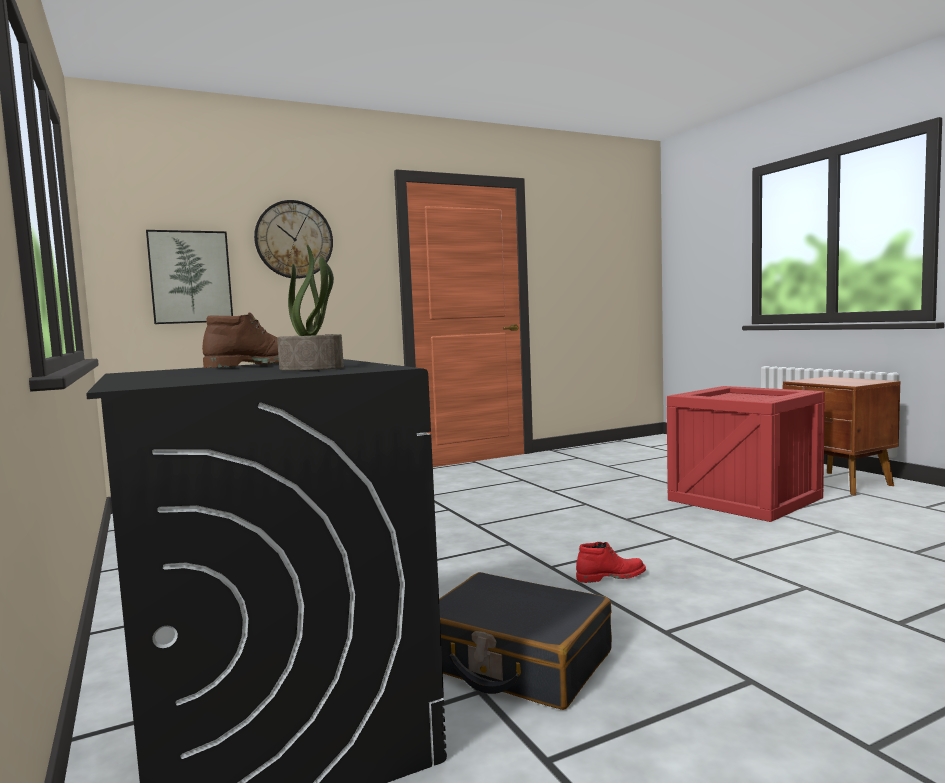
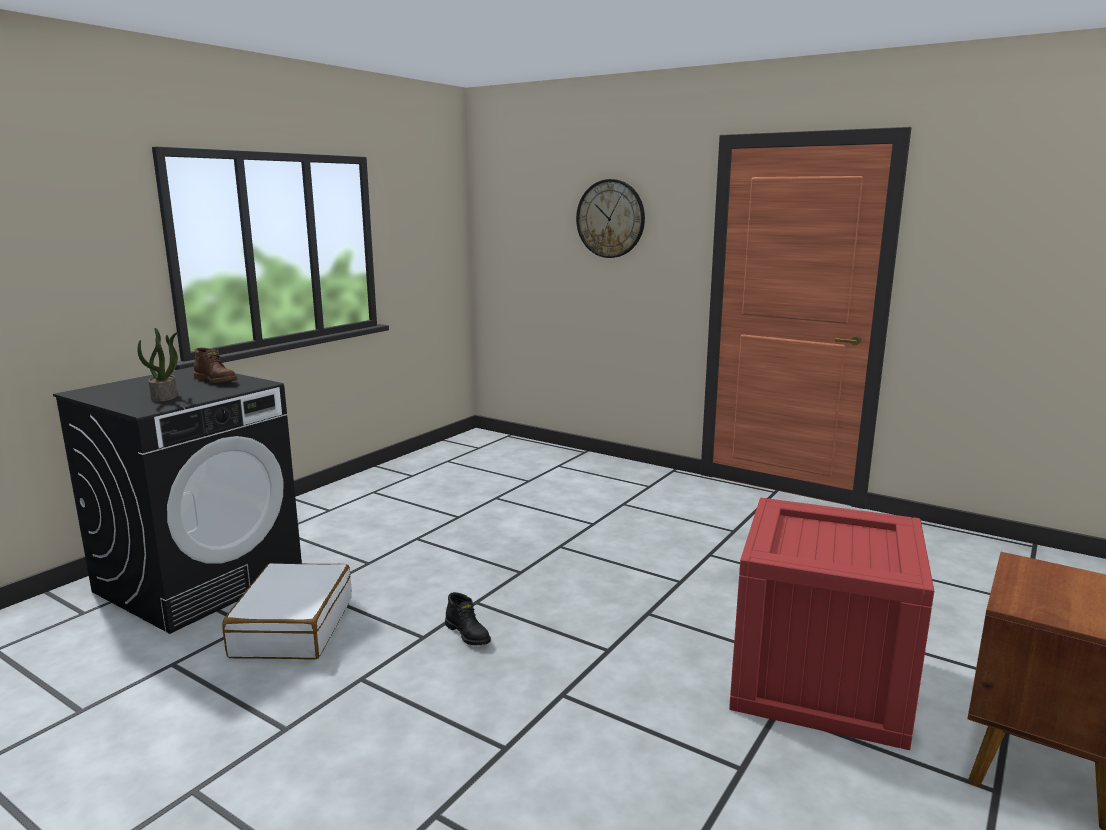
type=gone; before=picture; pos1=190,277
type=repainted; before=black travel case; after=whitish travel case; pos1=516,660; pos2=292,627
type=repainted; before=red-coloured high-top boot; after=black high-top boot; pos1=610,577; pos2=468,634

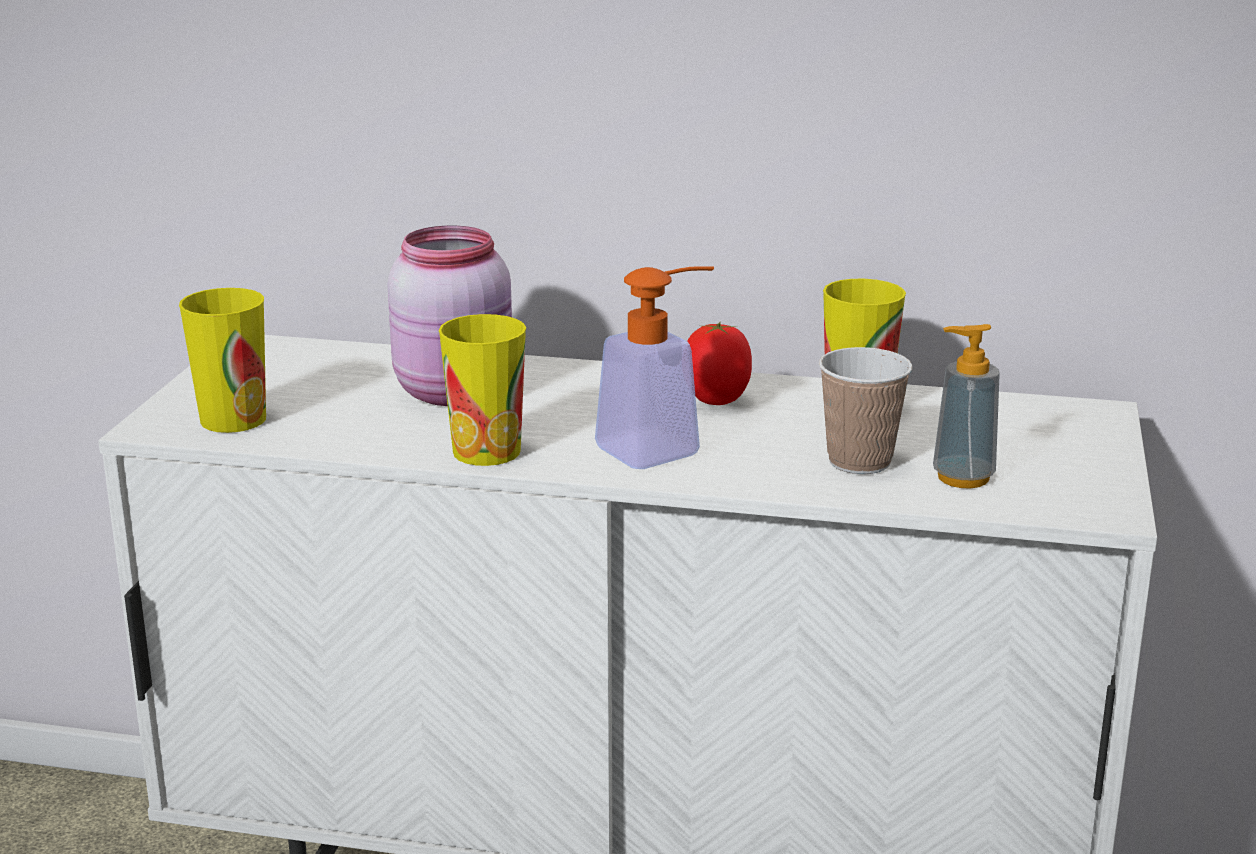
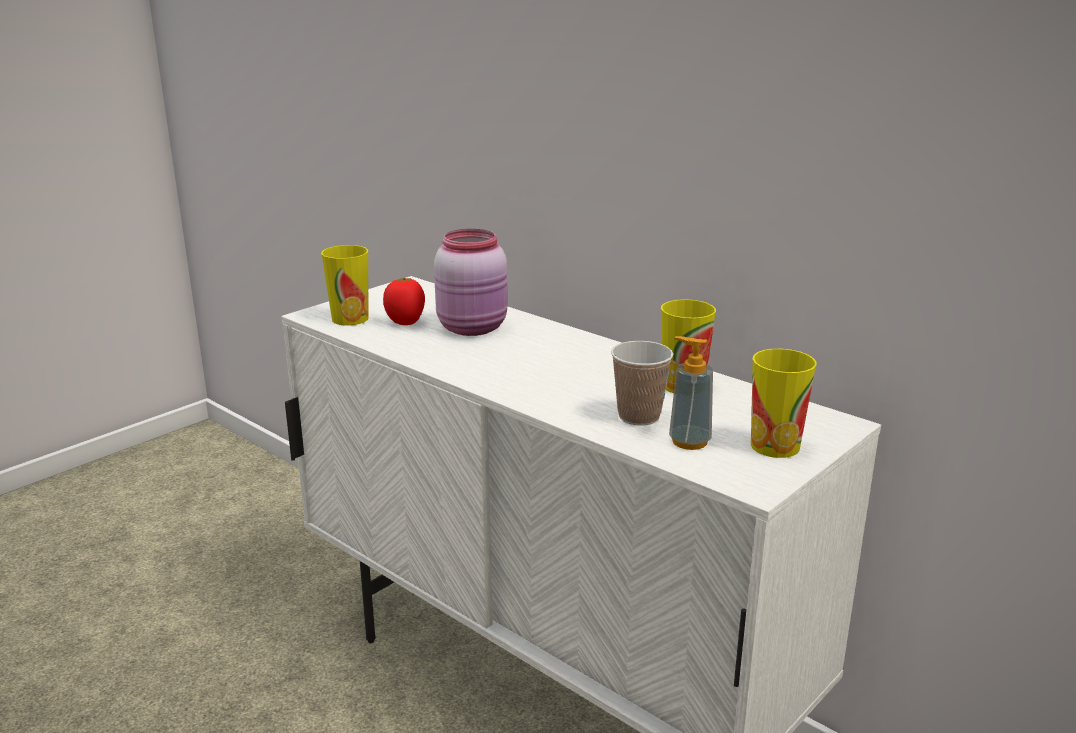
type=gone; before=soap dispenser; pos1=662,447
type=shifted; before=drinking cup; pos1=486,451; pos2=775,446
type=shifted; before=whole tomato; pos1=716,401; pos2=406,323

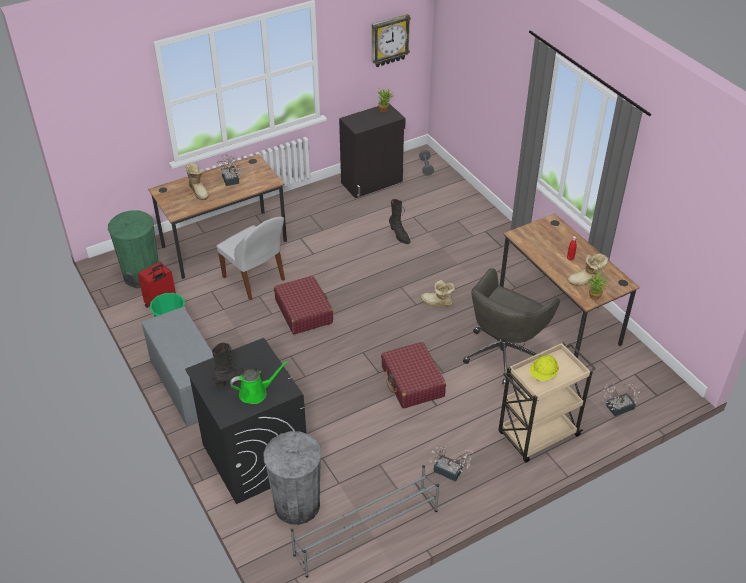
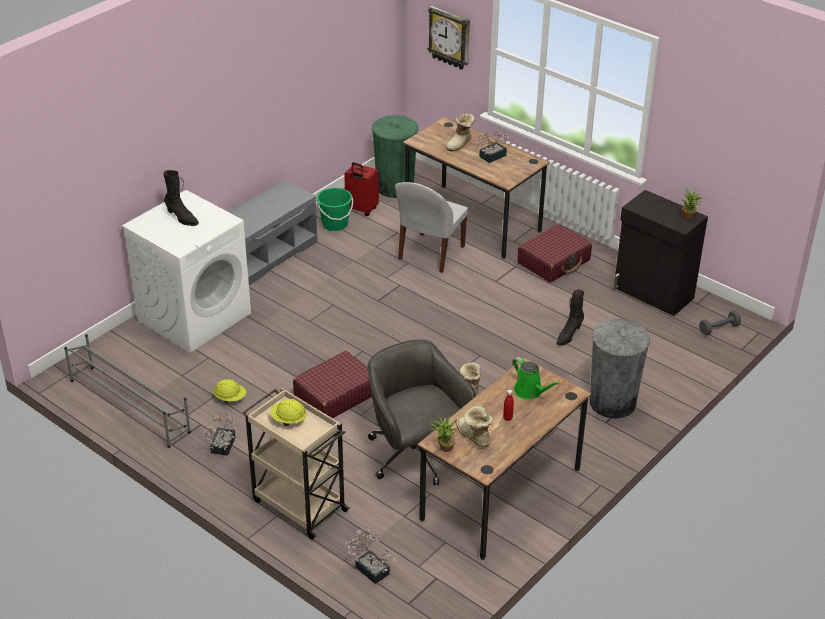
type=new; after=yellow-coloured work helmet; pos2=230,398
type=shifted; before=green-coloured watering can; pos1=256,393; pos2=530,391
type=shifted; before=greyish trash can; pos1=297,505; pos2=612,402
type=shifted; before=red-coloured travel case; pos1=304,311; pos2=554,261
type=shifted; before=wall clock; pos1=389,40; pos2=450,37
type=repainted; before=black laundry appliance; after=whitish laundry appliance; pos1=254,457; pos2=194,316
type=rotated; before=greyish office chair; pos1=503,352; pos2=415,456; turn=45

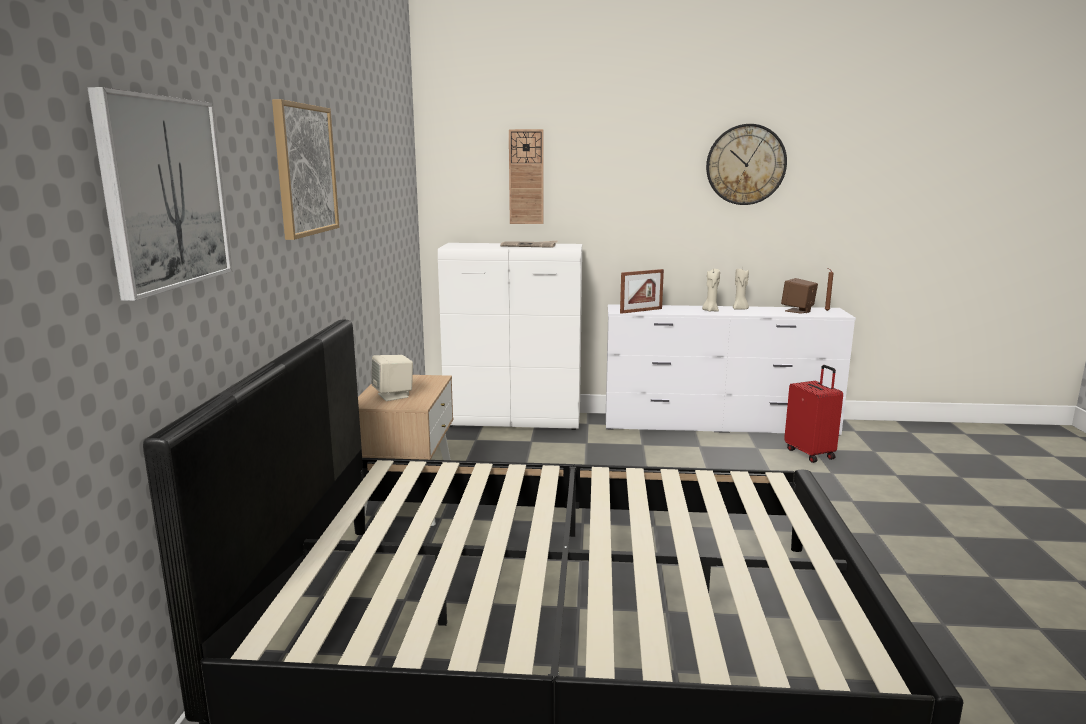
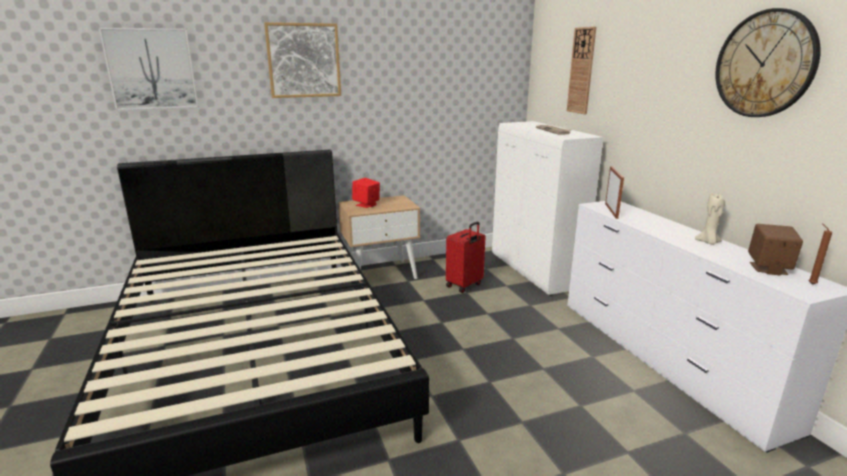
type=gone; before=sand-coloured wax light; pos1=710,310
type=shifted; before=red-coloured travel case; pos1=810,453; pos2=464,285
type=repainted; before=sand-coloured loudspeaker; after=red-coloured loudspeaker; pos1=393,395; pos2=366,205
type=rotated; before=standing frame; pos1=641,311; pos2=611,211; turn=-120

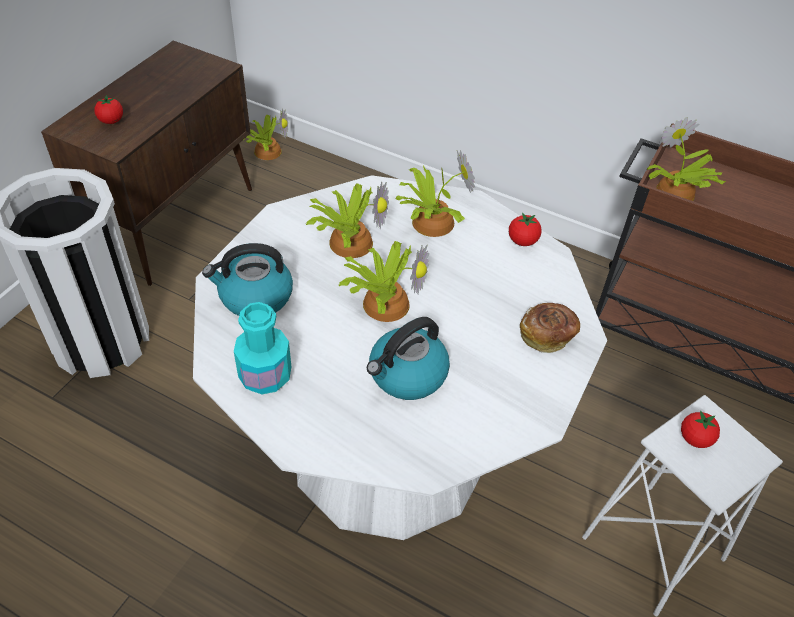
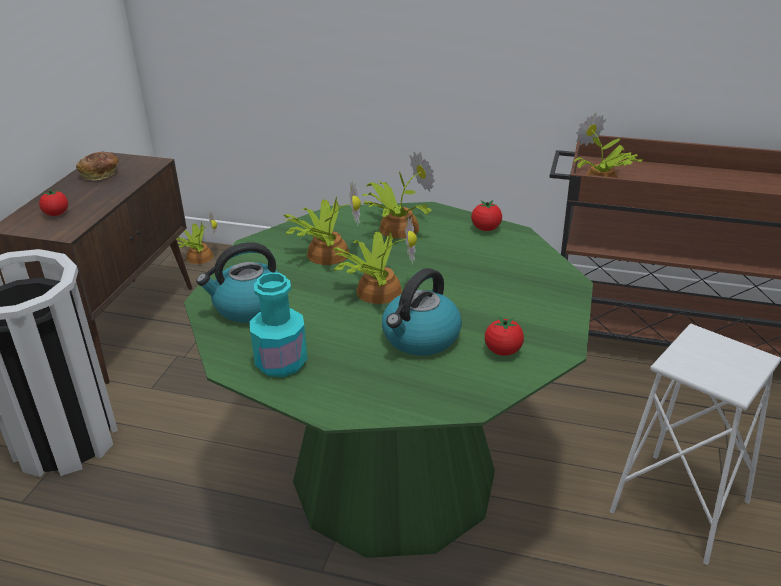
type=shifted; before=bread; pos1=547,335; pos2=101,174
type=shifted; before=whole tomato; pos1=695,438; pos2=503,351
type=repainted; before=whitish dinner table; after=green-coloured dinner table; pos1=389,449; pos2=394,476

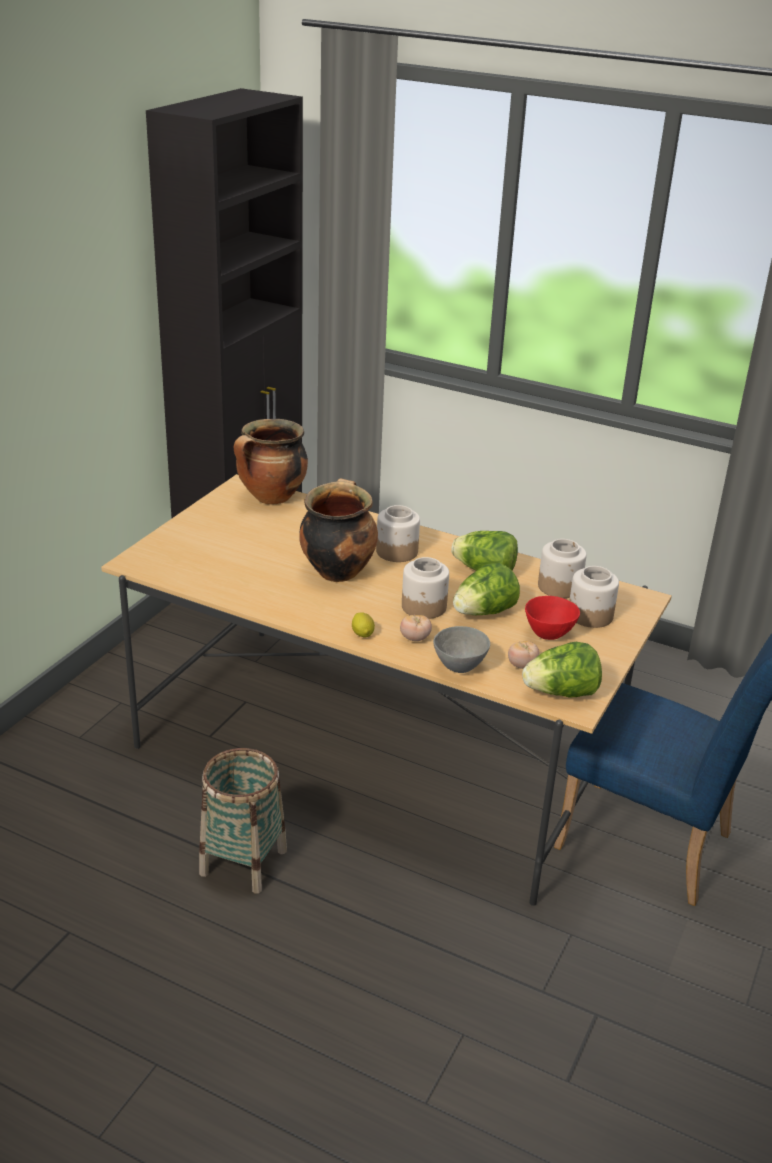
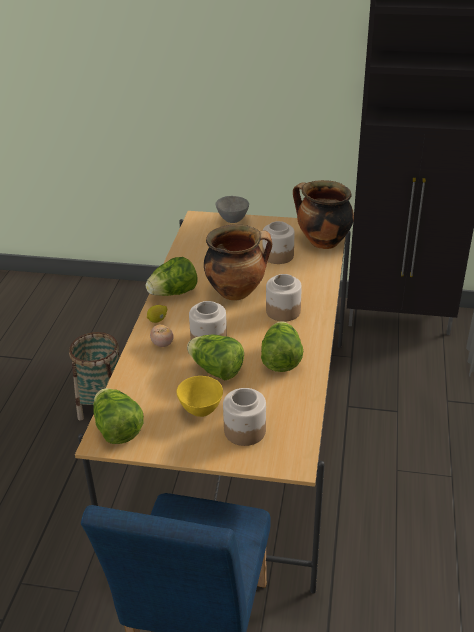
type=gone; before=whole tomato; pos1=522,665
type=new; after=lettuce; pos2=173,293
type=shifted; before=greyish deep dish; pos1=459,668; pos2=232,220
type=shifted; before=preserve jar; pos1=560,586; pos2=278,256
type=repainted; before=red-coloured deep dish; after=yellow-coloured deep dish; pos1=549,634; pos2=201,410

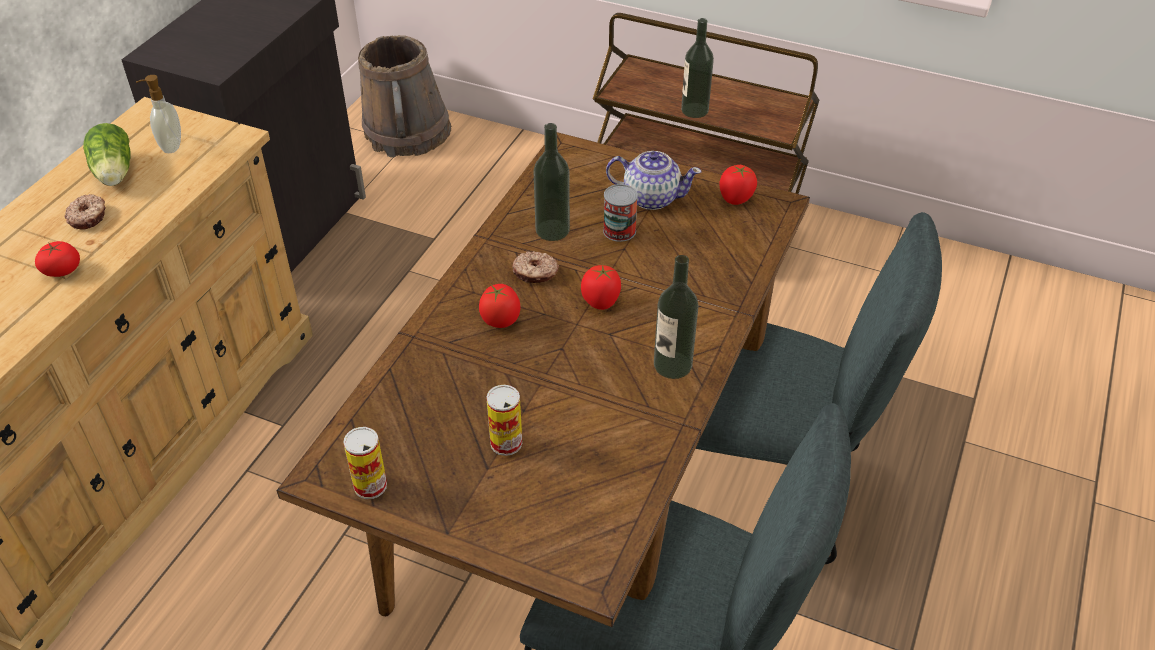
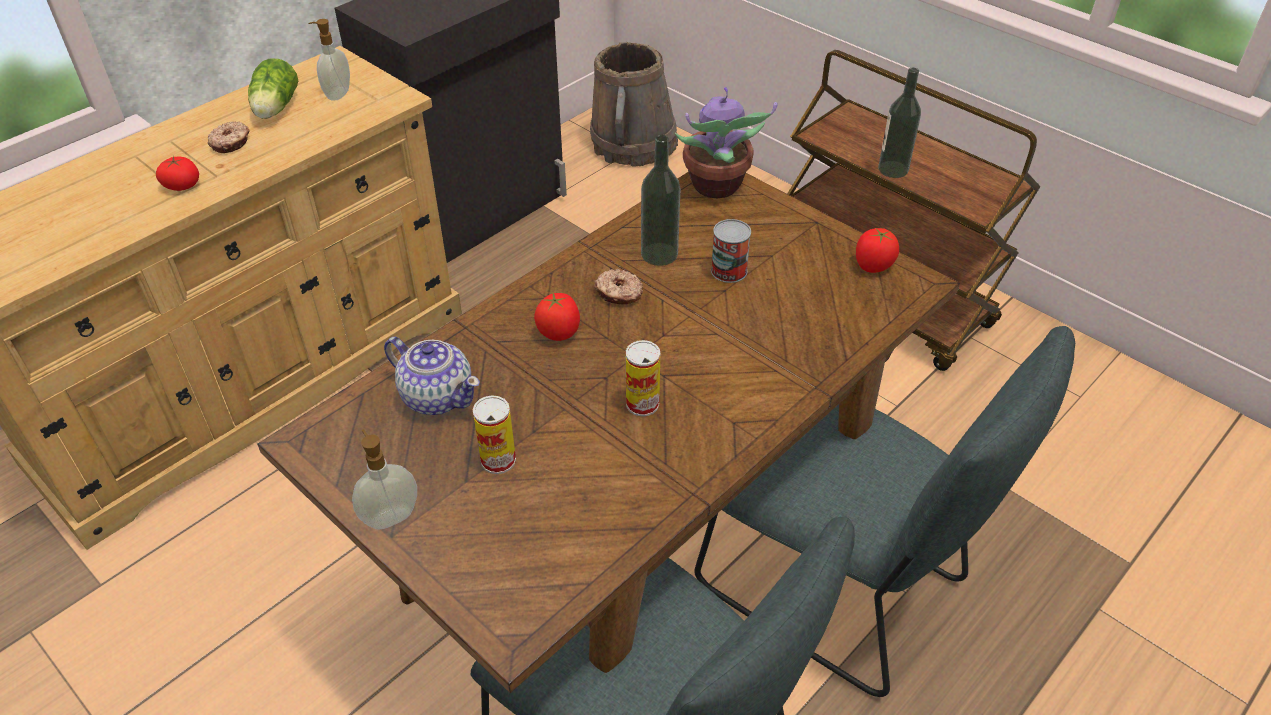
type=gone; before=whole tomato; pos1=601,301
type=gone; before=bottle; pos1=672,365
type=new; after=soap dispenser; pos2=390,516
type=new; after=houseplant; pos2=716,187
type=shifted; before=metal can; pos1=370,485; pos2=642,404
type=shifted; before=tea pot; pos1=651,197; pos2=437,396

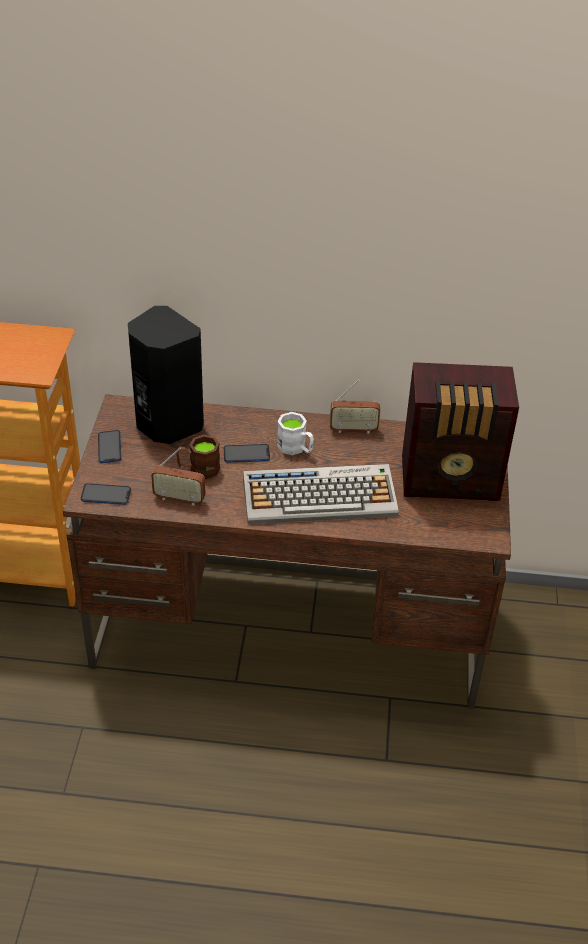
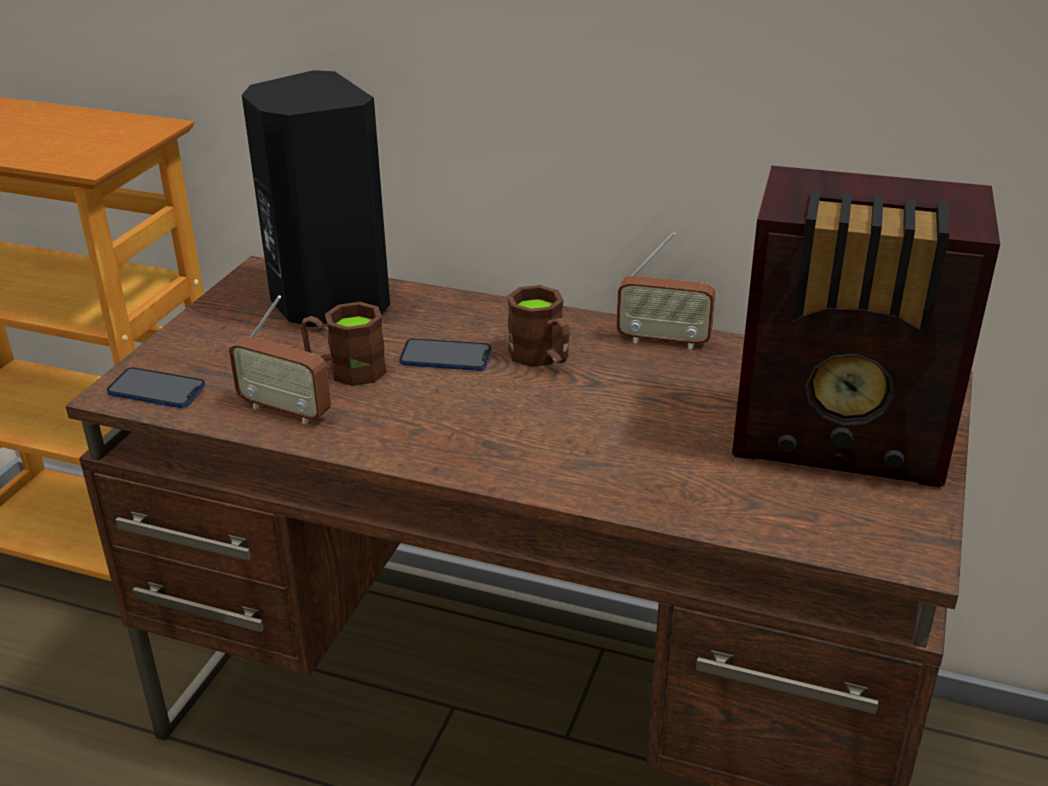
type=gone; before=handset; pos1=109,448
type=gone; before=keyboard; pos1=320,495
type=repainted; before=whitish mug; after=brownish mug; pos1=296,448; pos2=542,358

